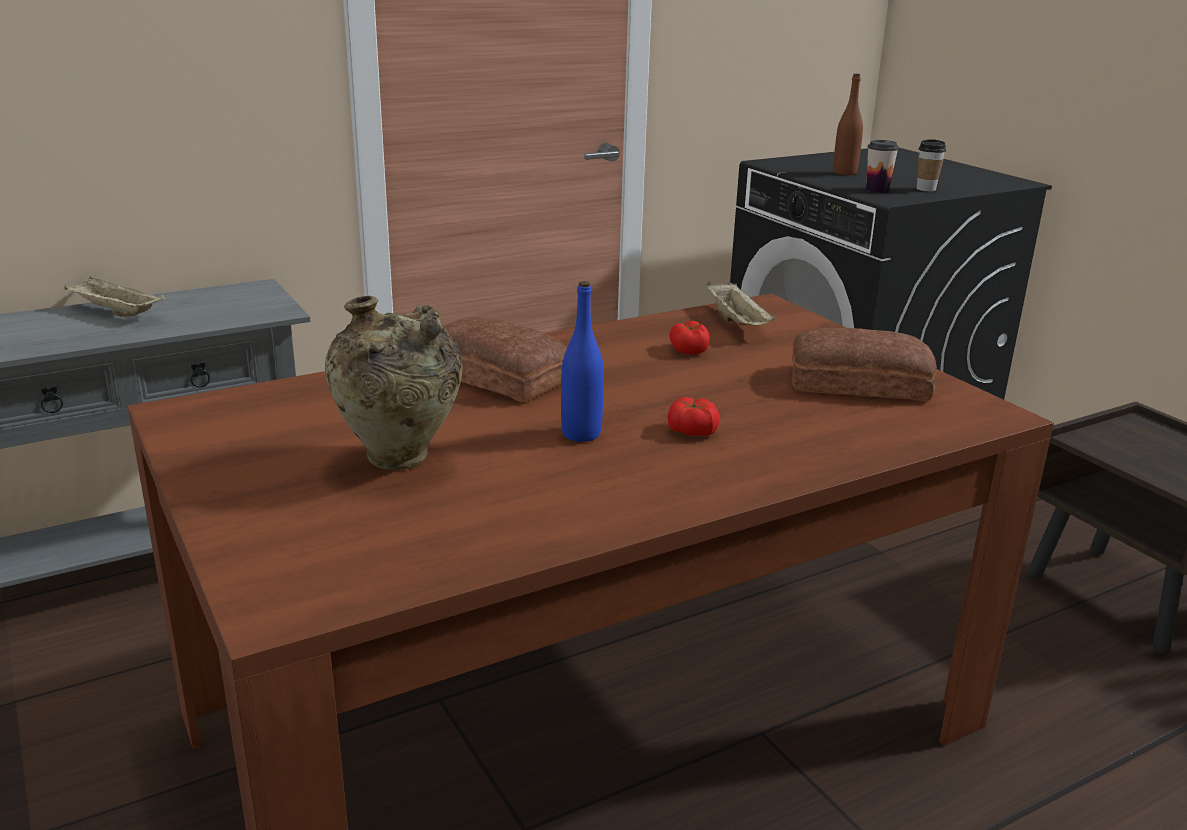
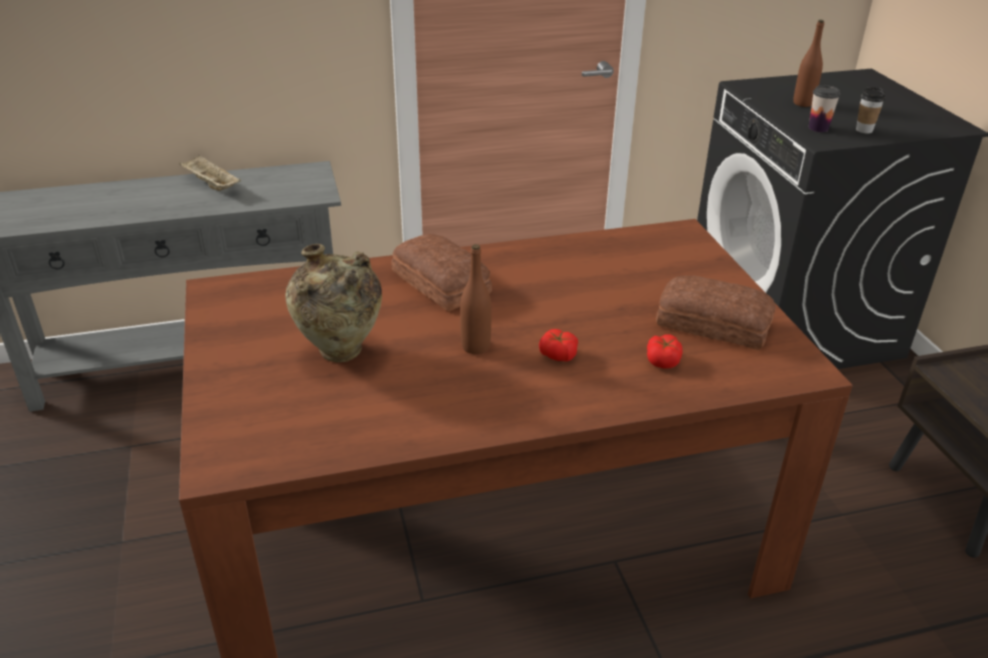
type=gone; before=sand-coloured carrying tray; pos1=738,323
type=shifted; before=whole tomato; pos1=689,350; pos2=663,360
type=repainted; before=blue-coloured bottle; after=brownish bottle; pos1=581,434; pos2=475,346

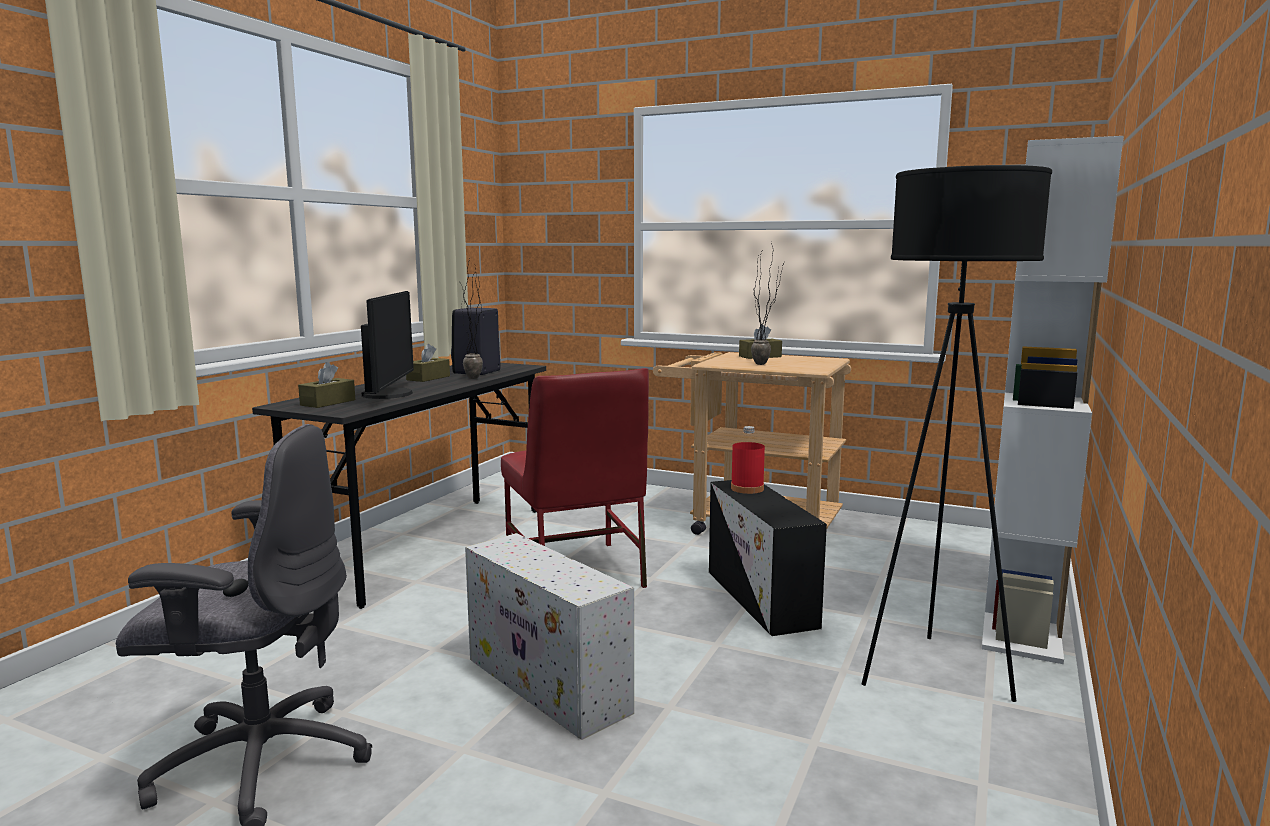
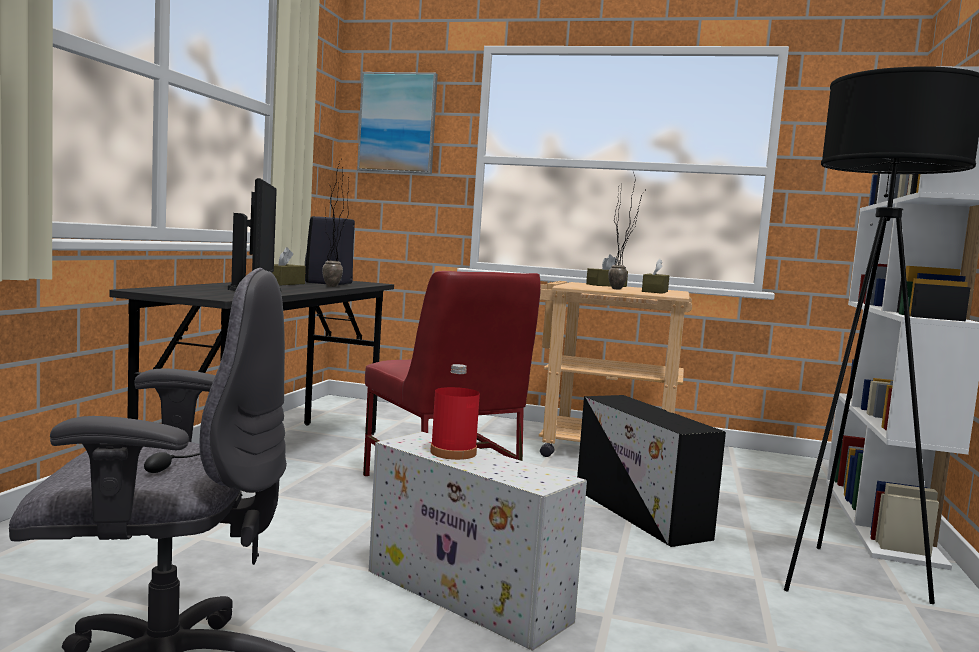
type=new; after=picture; pos2=398,123
type=shifted; before=brownish tissue holder; pos1=328,402; pos2=655,291
type=shifted; before=red-coloured bottle; pos1=747,488; pos2=453,452

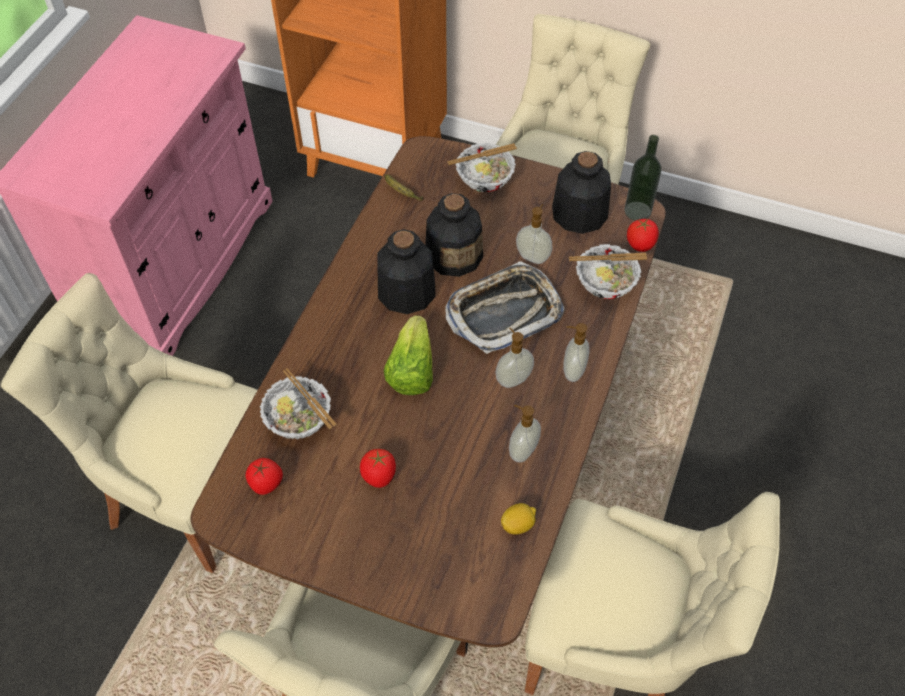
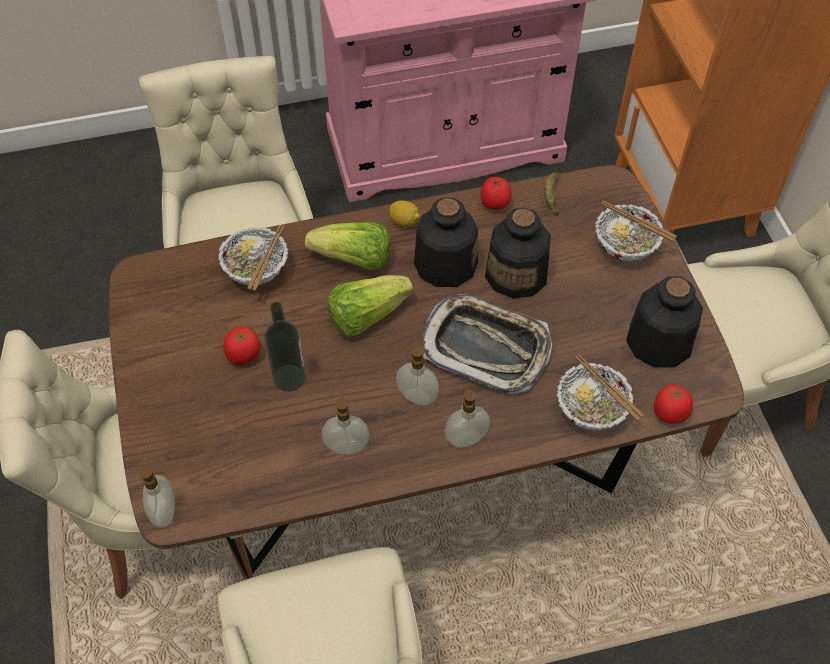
type=new; after=lettuce; pos2=354,260
type=shifted; before=whole tomato; pos1=266,484; pos2=495,204
type=shifted; before=whole lemon; pos1=518,524; pos2=404,221
type=shifted; before=soap dispenser; pos1=533,256; pos2=166,512
type=shifted; before=bottle; pos1=637,211; pos2=289,377

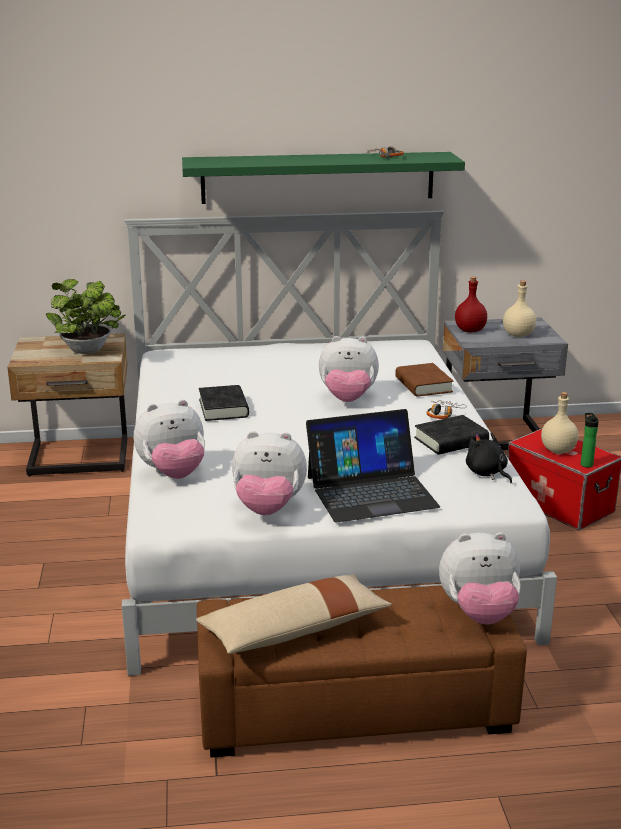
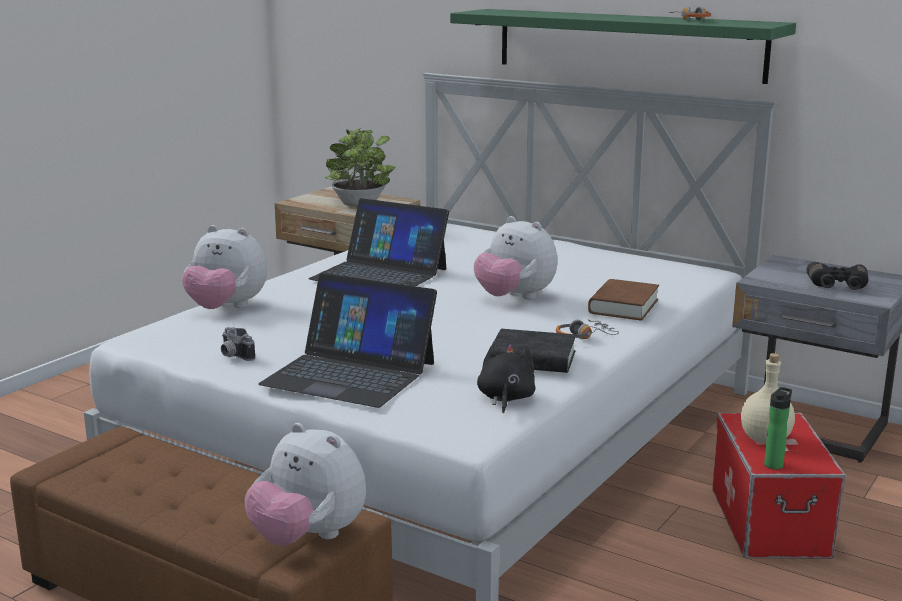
type=gone; before=sand-coloured cushion; pos1=295,630
type=gone; before=red-coloured bottle; pos1=469,330
type=swapped; before=black volume; after=portable computer; pos1=223,408; pos2=379,274
type=swapped; before=plush toy; after=photo camera; pos1=268,508; pos2=233,356
type=swapped; before=sand-coloured bottle; after=black field glasses; pos1=518,335; pos2=837,286

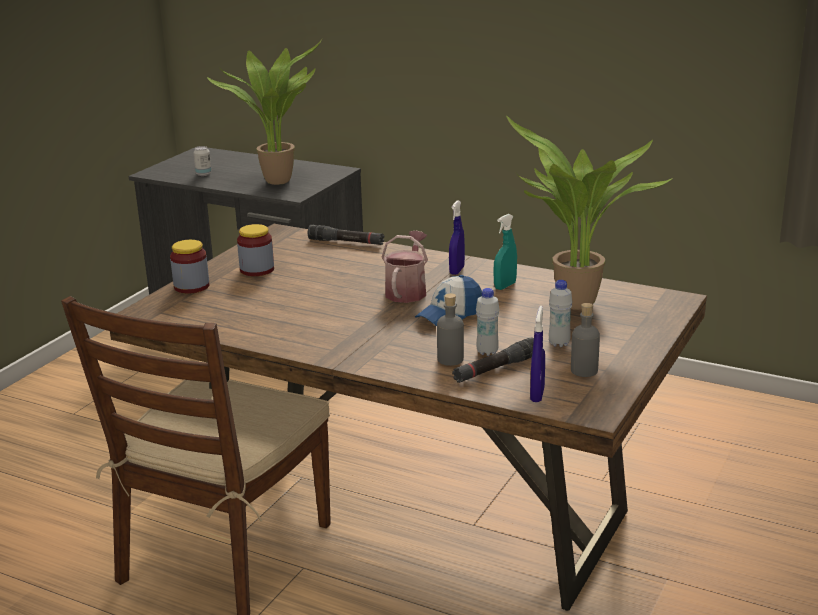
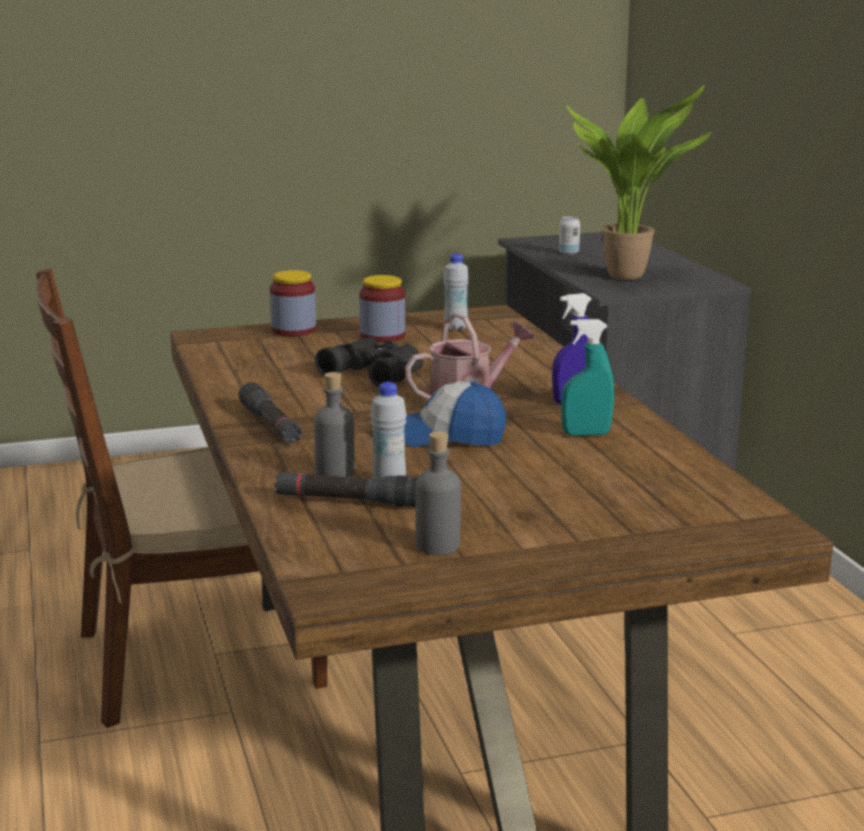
type=gone; before=houseplant; pos1=574,306
type=gone; before=blue-coloured sprayer; pos1=537,395
type=new; after=black field glasses; pos2=377,372
type=shifted; before=black hand torch; pos1=346,242; pos2=270,425
type=shifted; before=whitish bottle; pos1=559,343; pos2=455,328

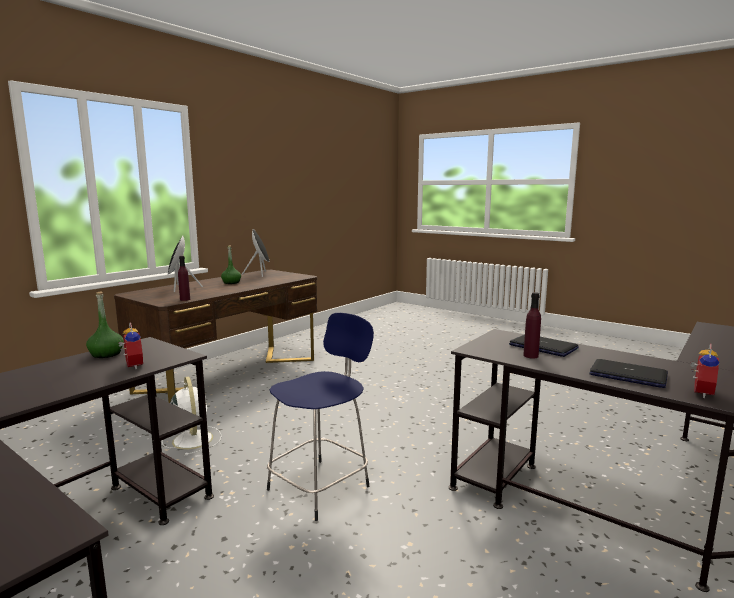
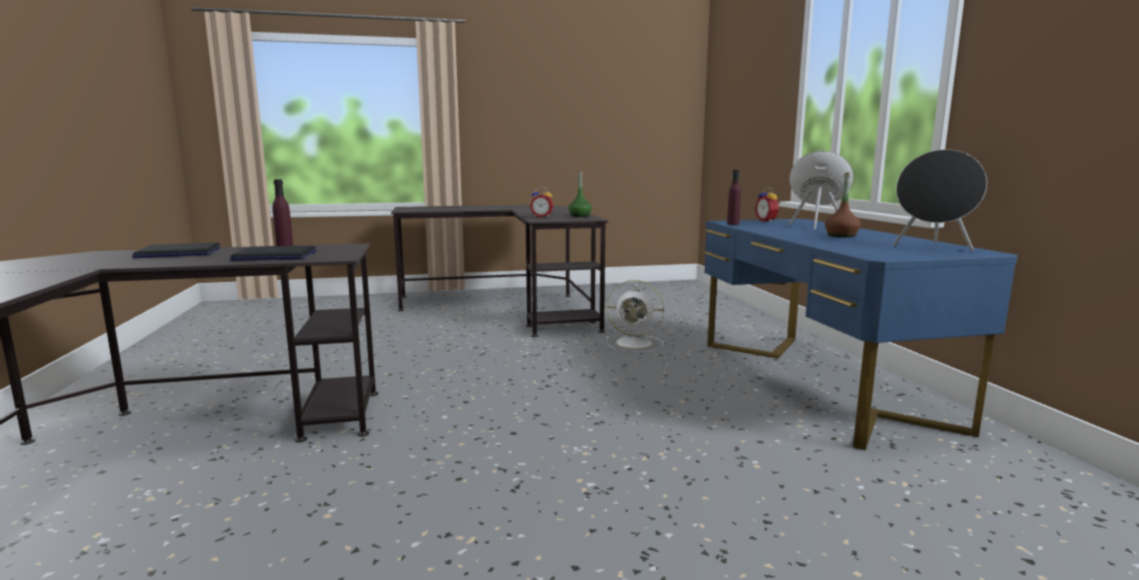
type=gone; before=blue-coloured stool seat; pos1=321,486
type=shifted; before=table clock; pos1=699,393; pos2=767,221
type=repainted; before=brownish desk table; after=blue-coloured desk table; pos1=230,375; pos2=817,381
type=repainted; before=green-coloured bottle; after=brownish bottle; pos1=231,282; pos2=841,236

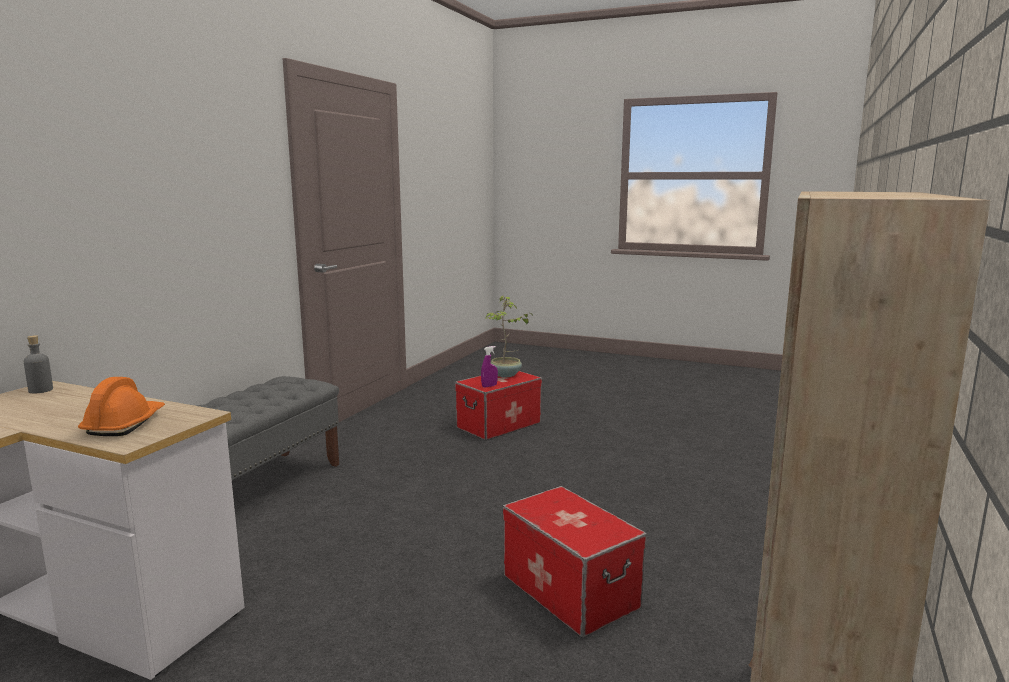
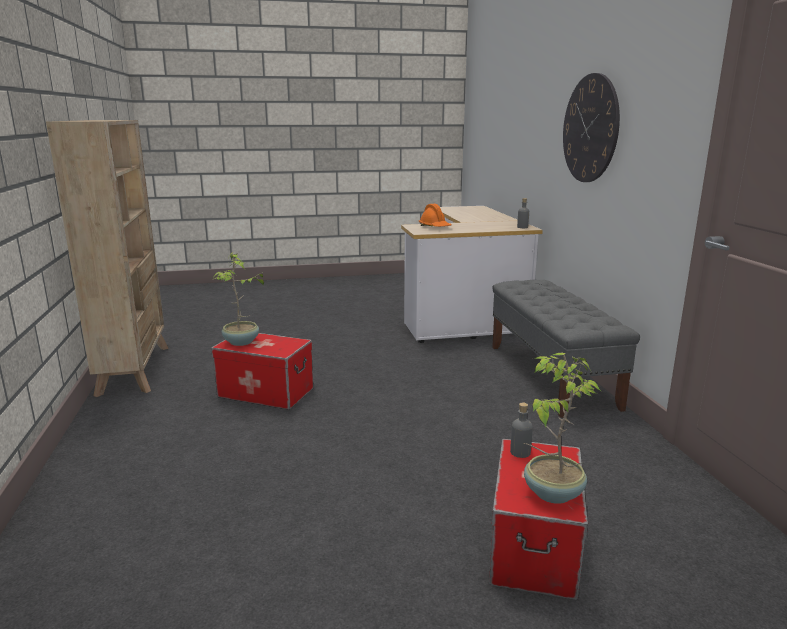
type=new; after=houseplant; pos2=241,342
type=new; after=wall clock; pos2=590,129
type=swapped; before=purplish sprayer; after=greyish bottle; pos1=489,386; pos2=520,452

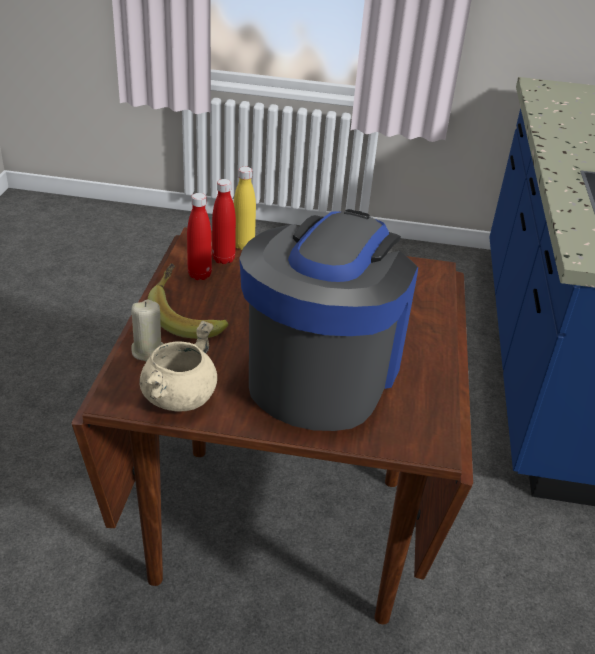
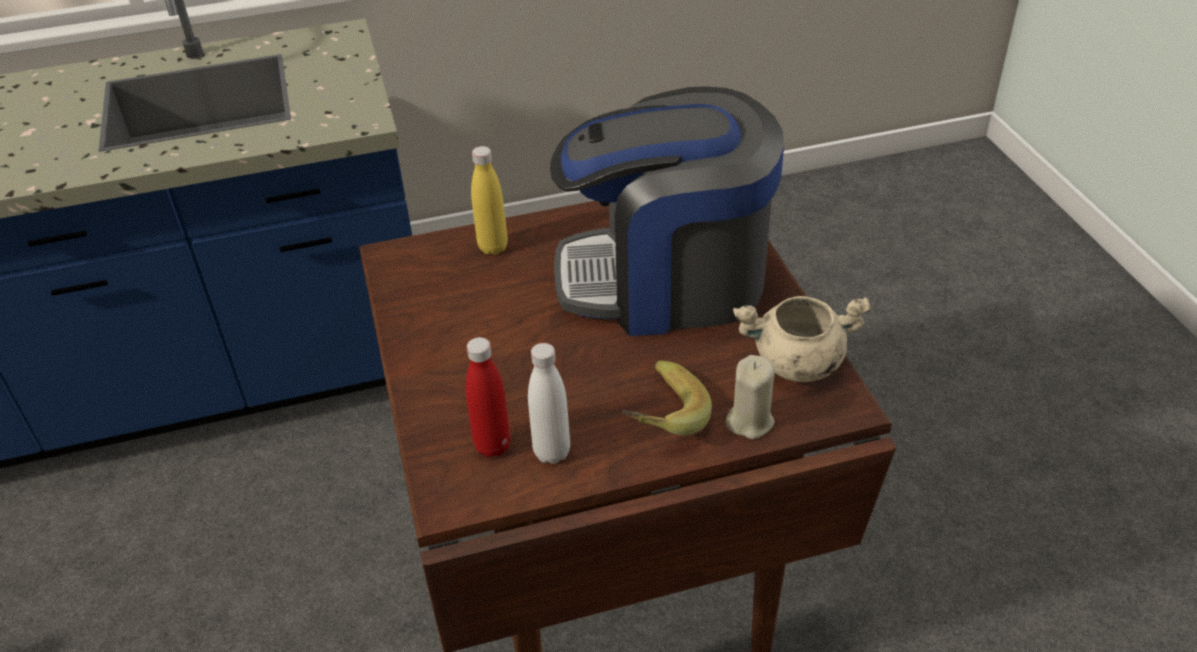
type=shifted; before=yellow-coloured bottle; pos1=243,245; pos2=493,247
type=repainted; before=red-coloured bottle; after=whitish bottle; pos1=199,275; pos2=552,452

